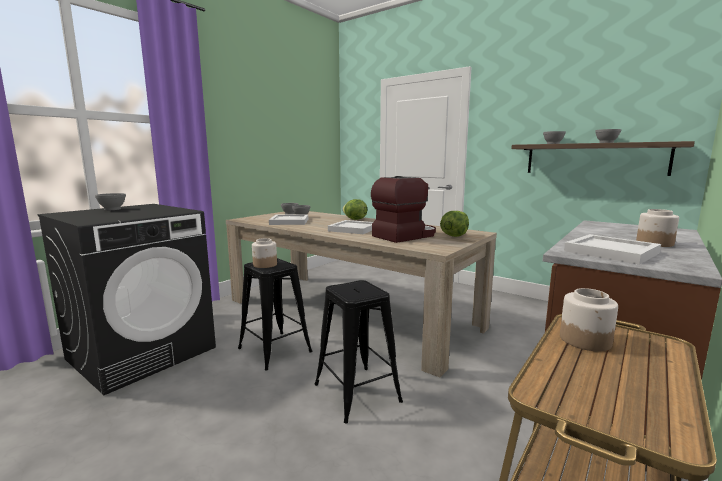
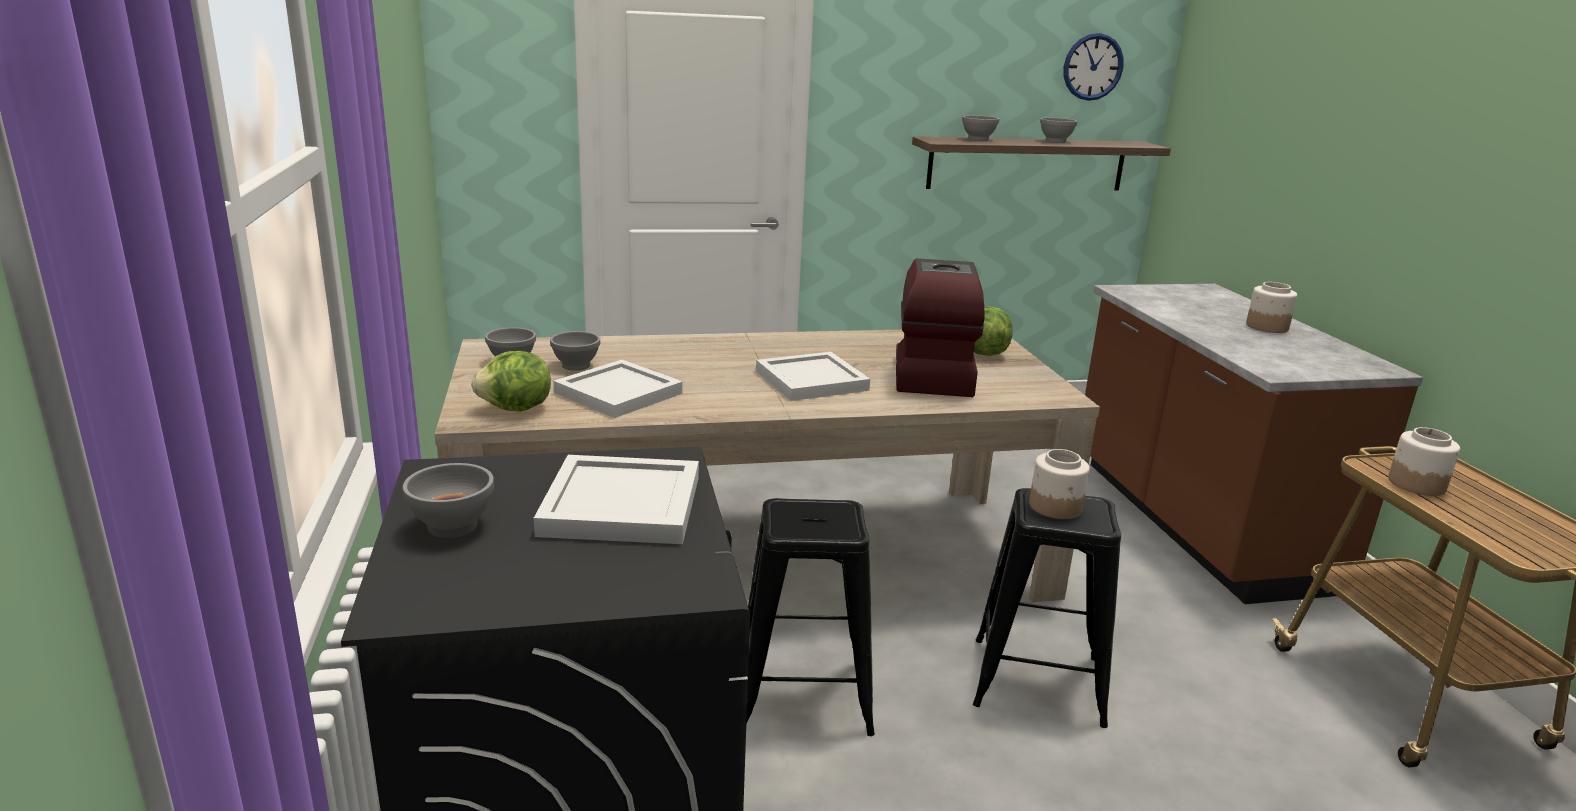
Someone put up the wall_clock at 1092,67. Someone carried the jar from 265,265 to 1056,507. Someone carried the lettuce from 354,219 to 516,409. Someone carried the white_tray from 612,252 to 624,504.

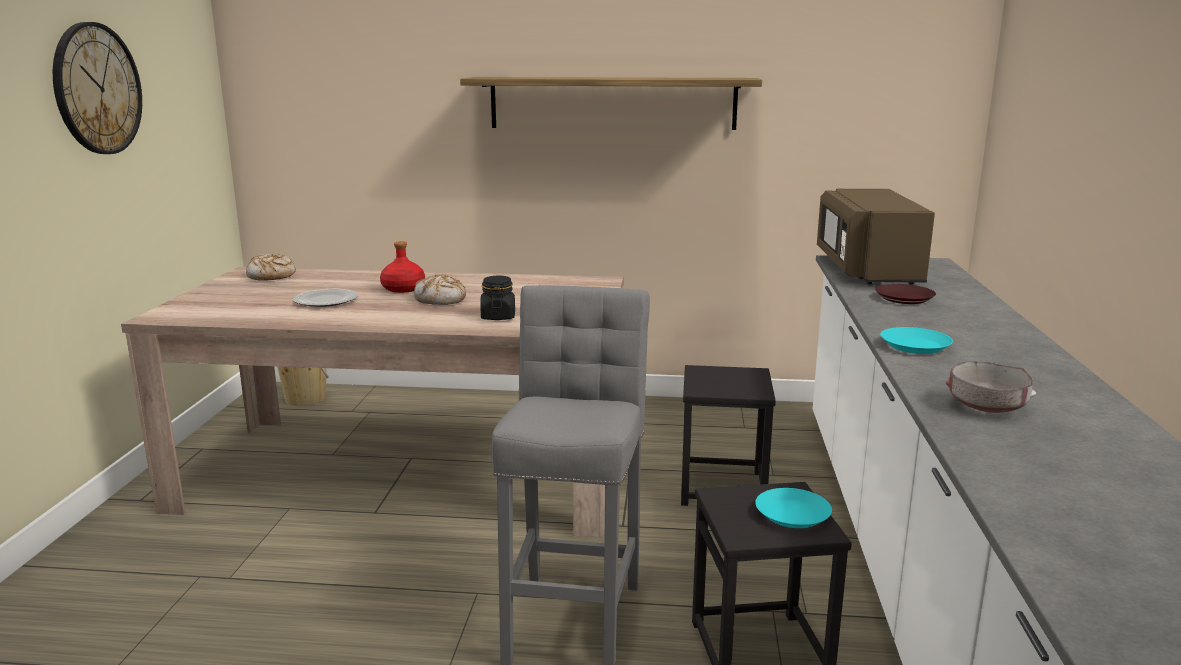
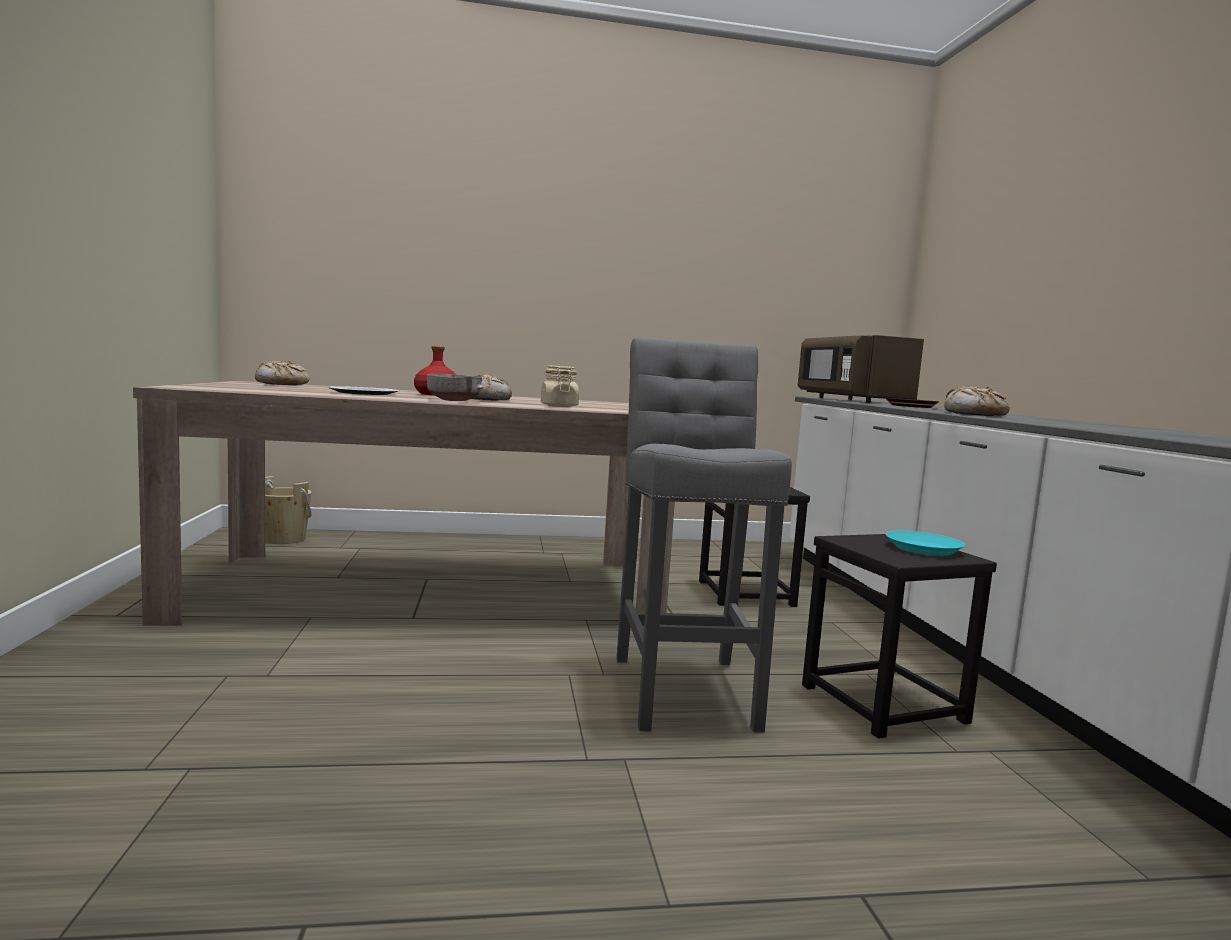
Someone took away the wall_clock at 97,89. Someone took away the shelf at 612,103. Someone carried the grey_bowl from 986,407 to 453,400. Someone swapped the turquoise_plate at 914,346 for the bread at 974,414. Someone repainted the black_jar at 498,317, which became the beige_jar at 559,406.

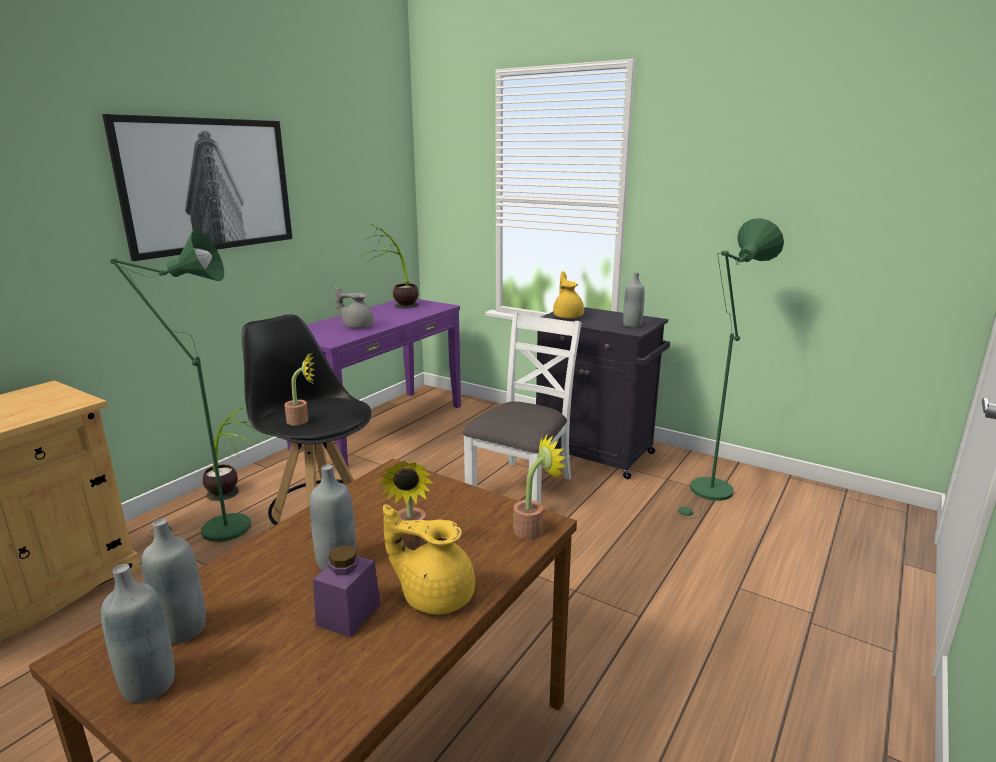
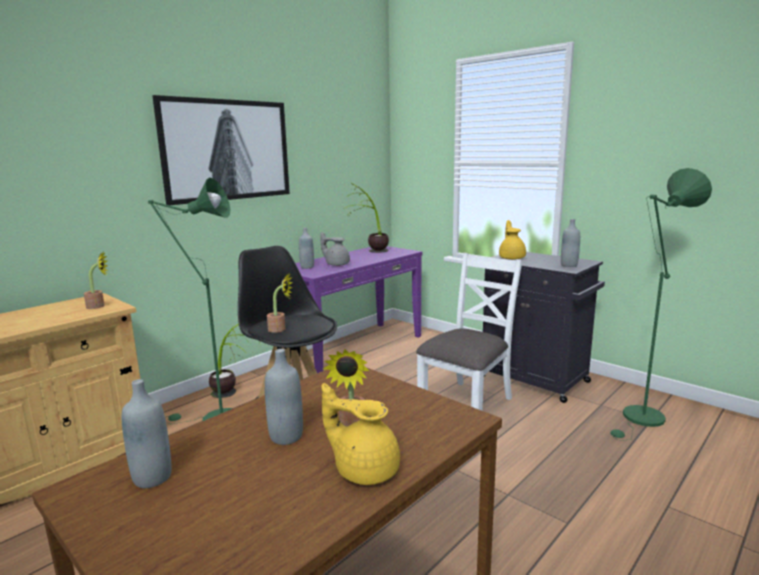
Someone took away the purple_jar at 348,614. Someone carried the grey_bottle from 149,685 to 307,267. Someone carried the potted_plant from 533,529 to 99,306.

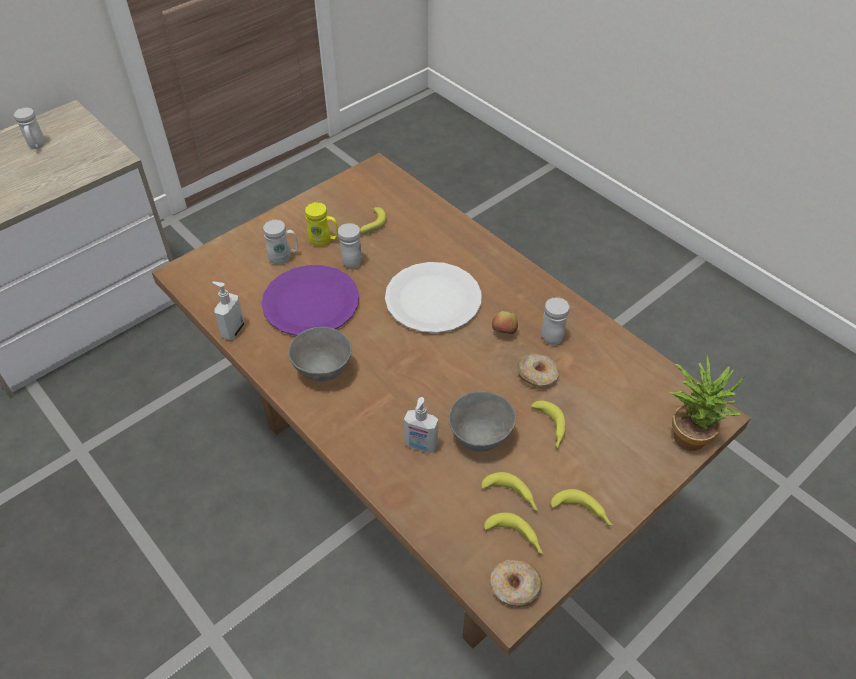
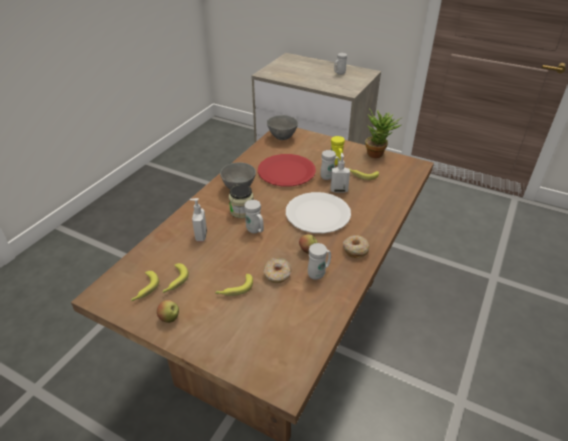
Someone put down the jar at 242,211. Someone carried the soap_dispenser from 232,330 to 339,190. Someone carried the white_mug from 284,258 to 255,231. Someone carried the grey_bowl from 480,437 to 282,137. Someone carried the donut from 514,587 to 355,250. Someone carried the potted_plant from 689,432 to 378,154. Someone swapped the banana at 582,513 for the apple at 170,318. Someone repainted the purple_plate at 311,302, which became the red_plate at 286,172.

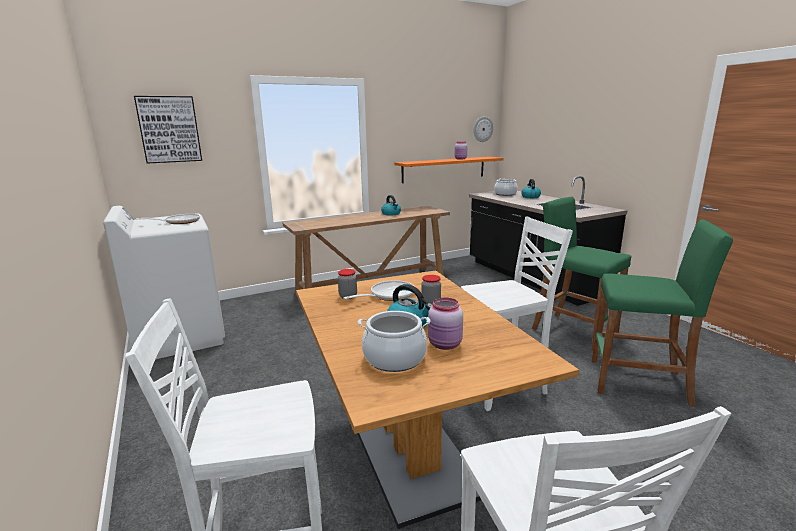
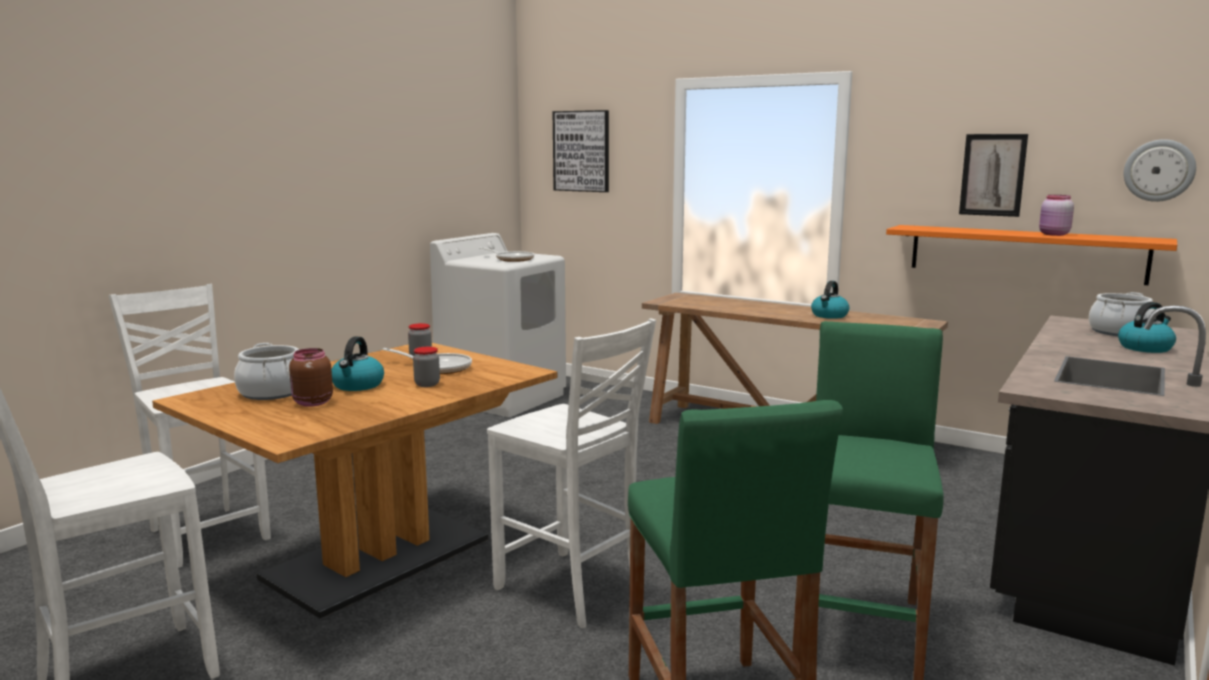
Someone put up the picture at 992,175. Someone repainted the pink_jar at 445,345, which became the brown_jar at 311,403.

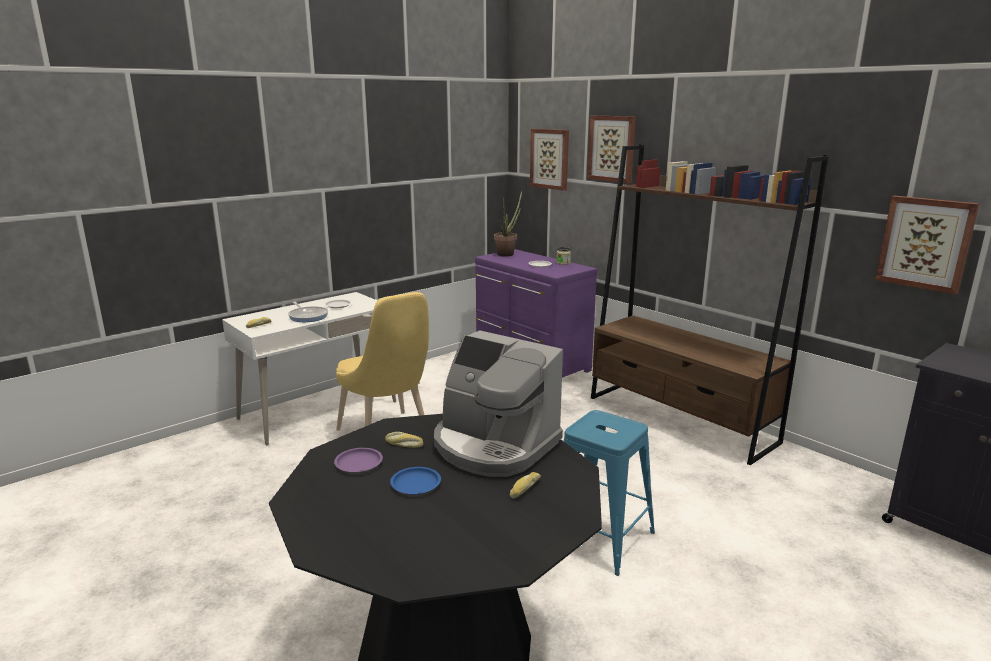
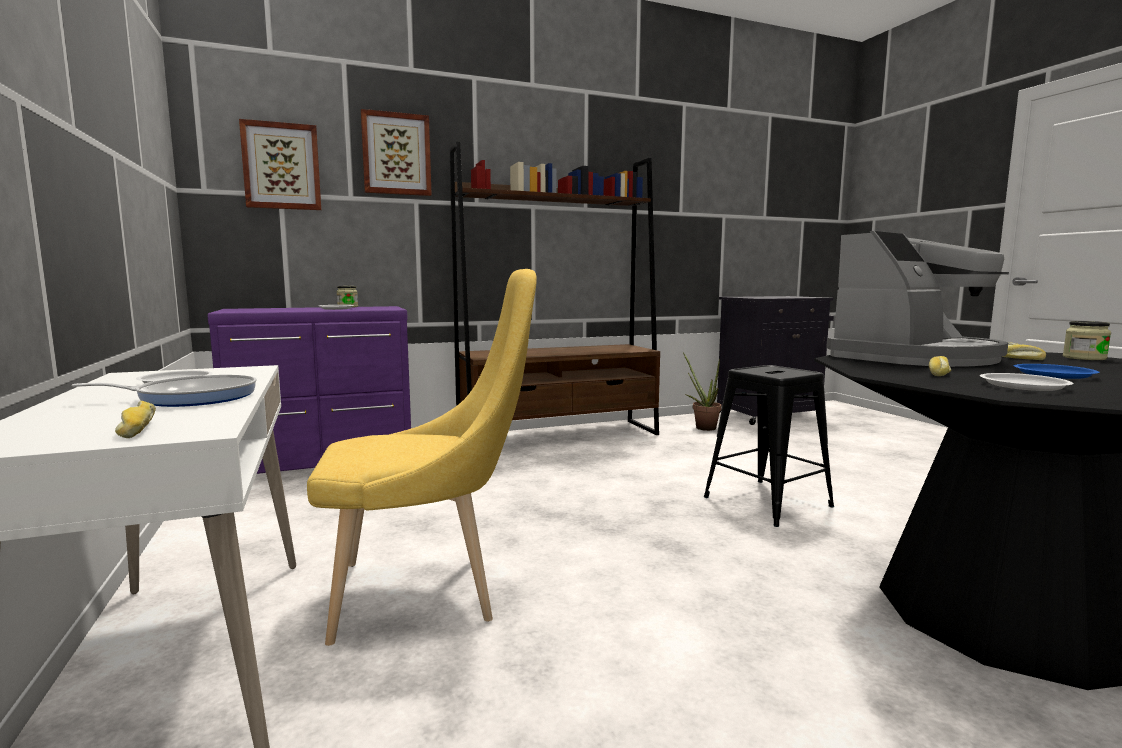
Someone took away the picture at 925,243. Someone put down the jar at 1084,358. Someone carried the potted_plant from 507,254 to 702,427. Someone repainted the purple_plate at 358,463, which became the white_plate at 1024,386. Someone repainted the blue_stool at 599,537, which became the black_stool at 767,502.

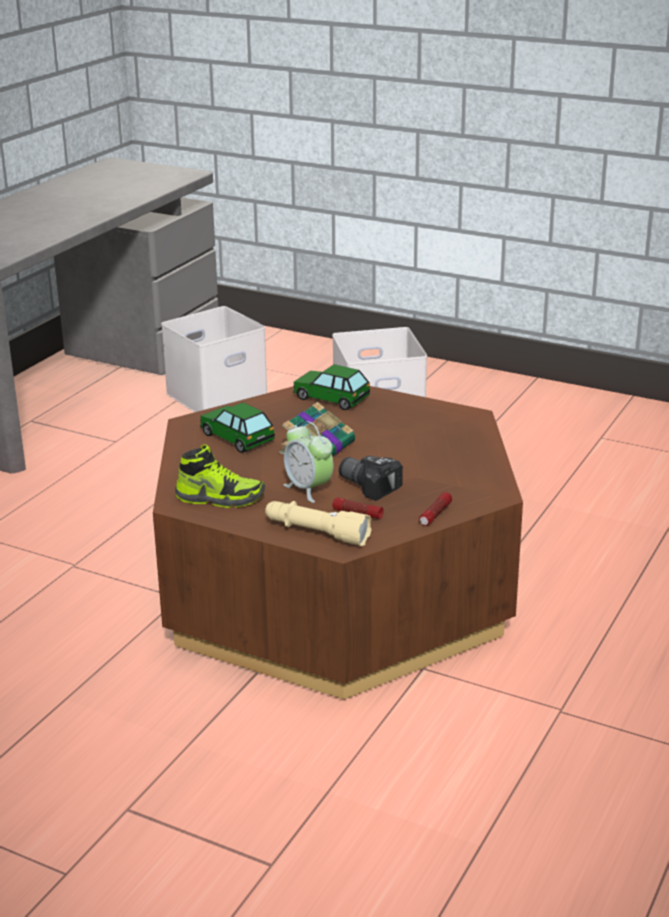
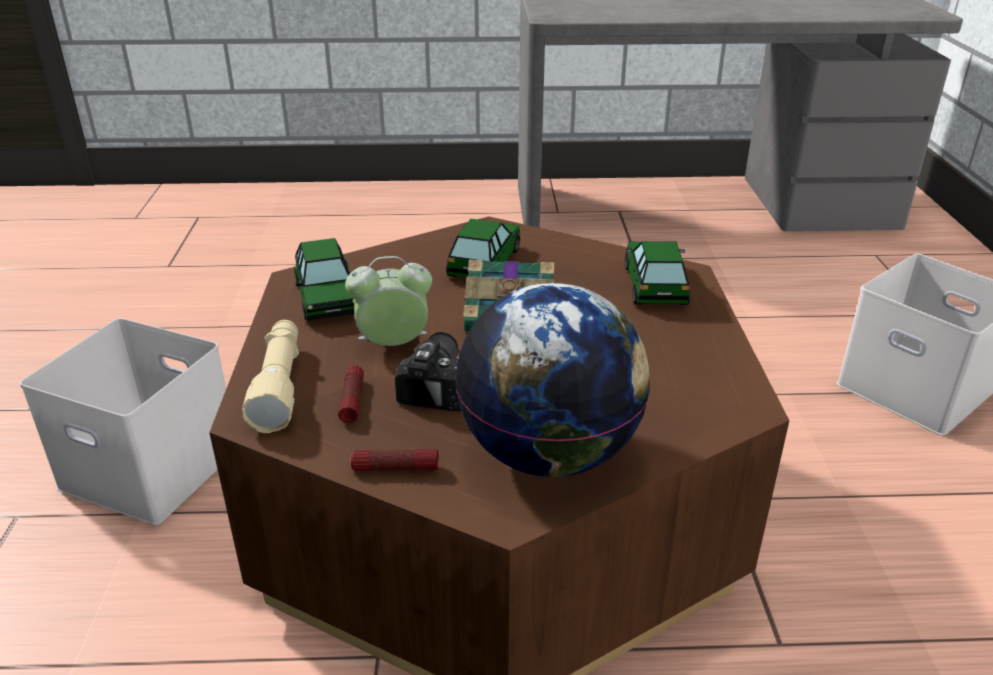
Someone put down the globe at 550,454. Someone carried the white_storage_box from 217,394 to 155,466. Someone swapped the shoe at 220,498 for the toy_car at 327,298. Someone rotated the alarm_clock at 308,489 by 60 degrees clockwise.

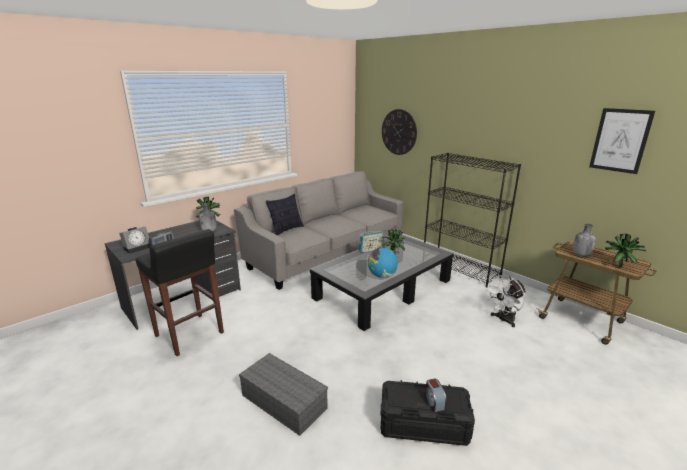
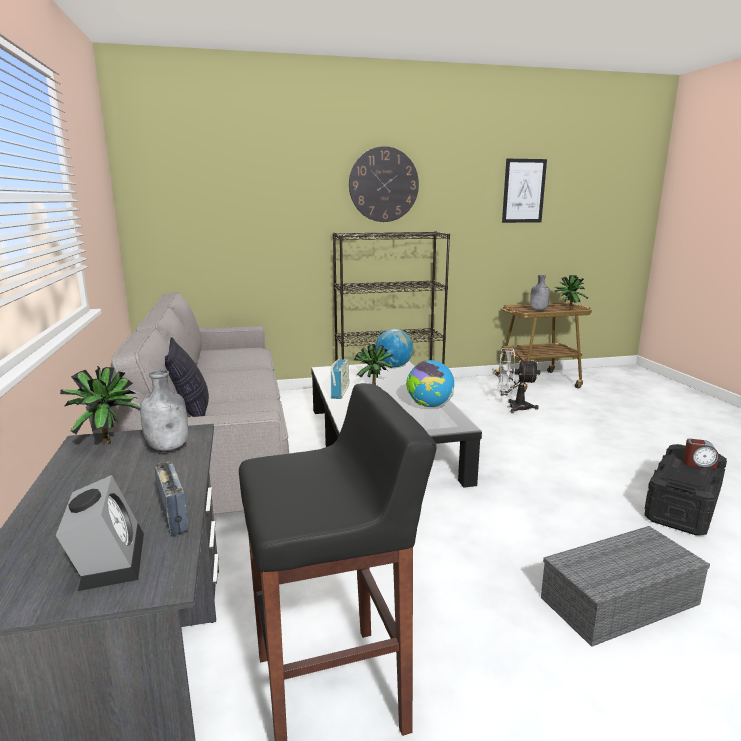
Someone put down the globe at 393,366. Someone carried the wall_clock from 399,132 to 383,185. Someone rotated the white_fan at 503,320 by 105 degrees clockwise.

